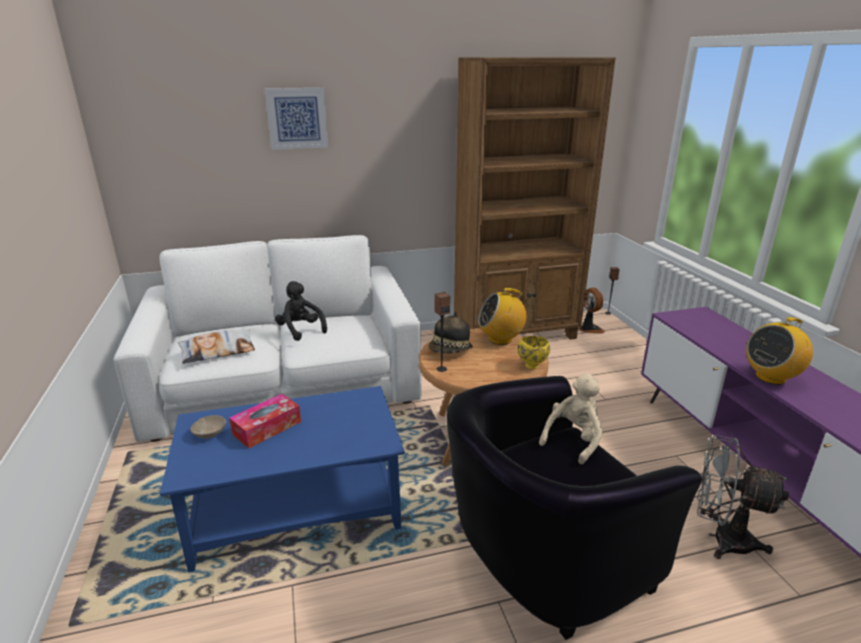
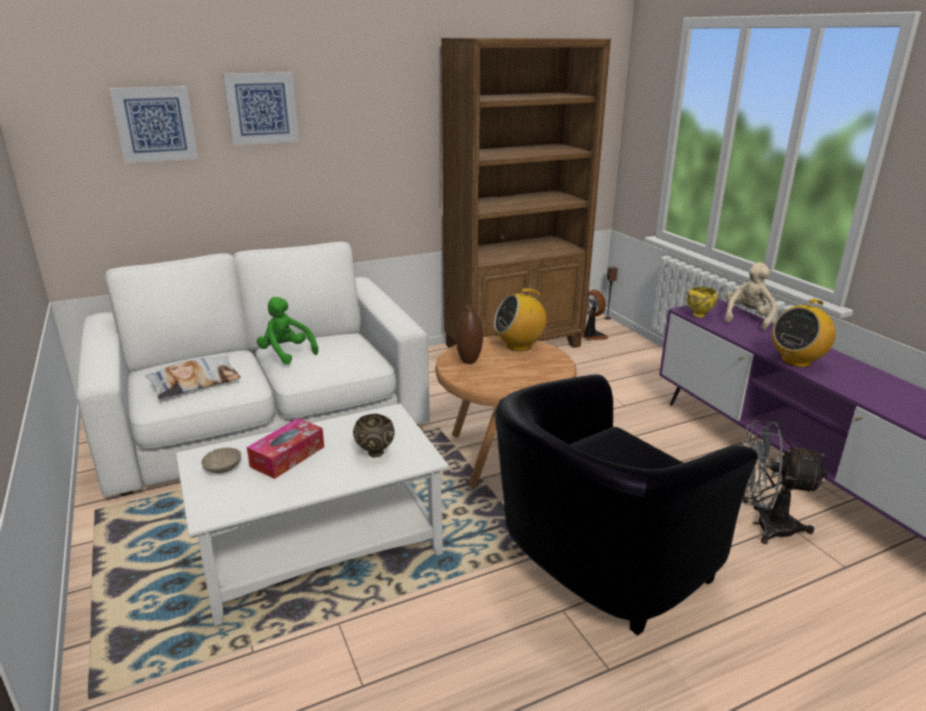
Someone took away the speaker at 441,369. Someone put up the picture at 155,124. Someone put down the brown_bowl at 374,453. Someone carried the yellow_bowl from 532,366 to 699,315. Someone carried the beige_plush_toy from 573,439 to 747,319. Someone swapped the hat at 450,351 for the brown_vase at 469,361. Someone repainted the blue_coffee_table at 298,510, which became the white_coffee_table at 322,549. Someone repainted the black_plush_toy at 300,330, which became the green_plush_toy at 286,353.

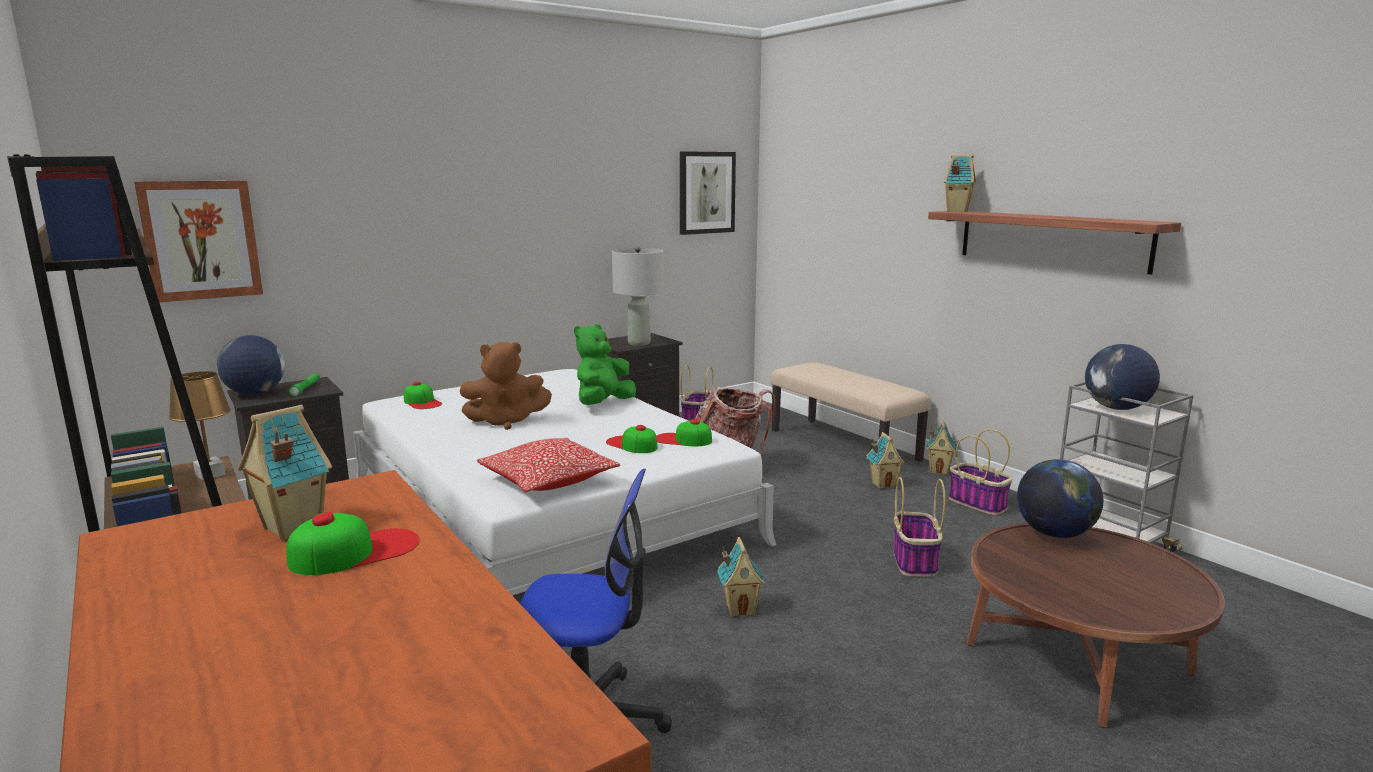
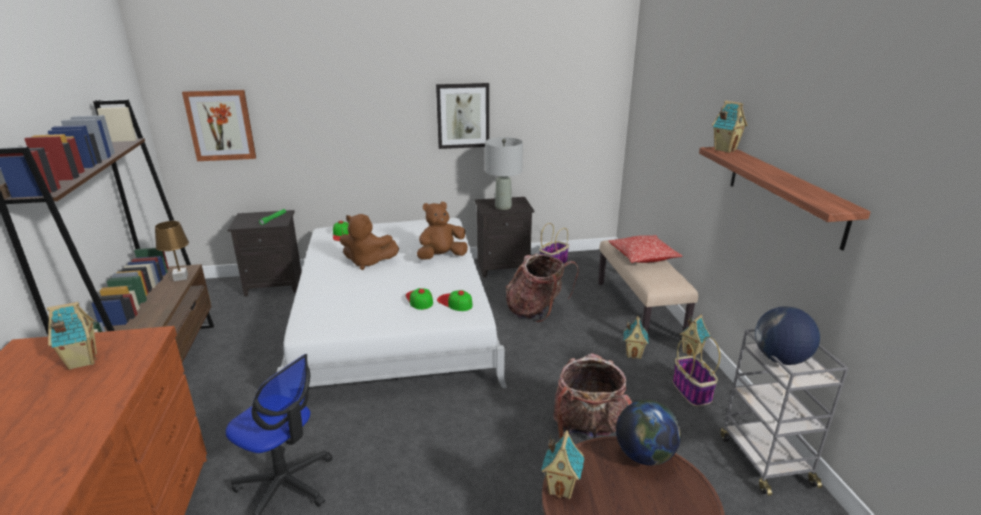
Someone took away the globe at 255,394. Someone took away the cap at 355,551. Someone carried the pillow from 548,480 to 643,257. Someone carried the picture from 706,192 to 463,116. Someone carried the toy_house from 740,609 to 561,488. Someone swapped the basket at 915,561 for the backpack at 588,430. Someone repainted the green_plush_toy at 603,404, which became the brown_plush_toy at 441,257.

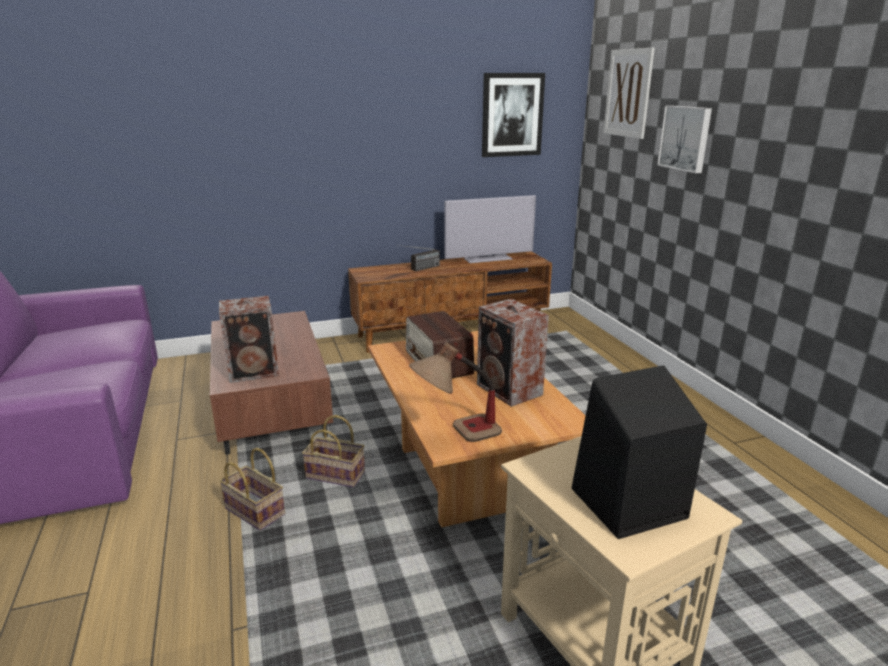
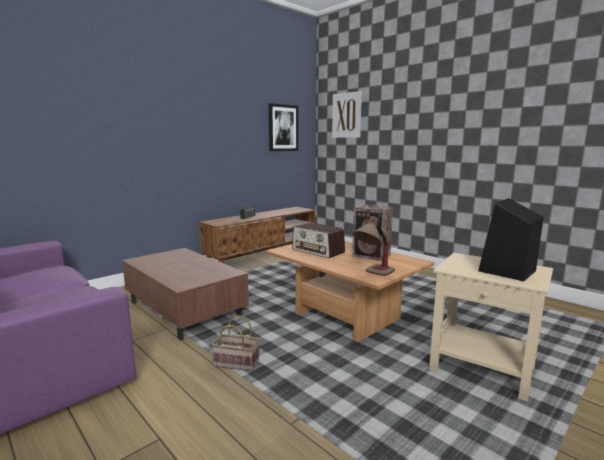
Someone took away the speaker at 255,372. Someone took away the basket at 337,475. Someone took away the television at 488,259. Someone took away the picture at 686,138.

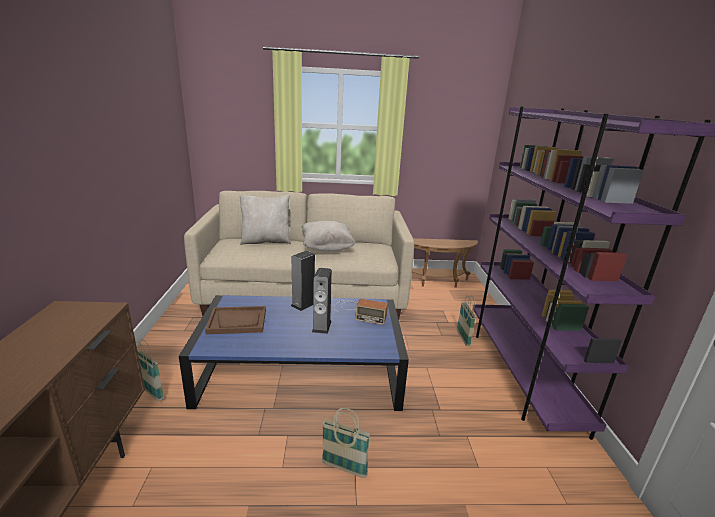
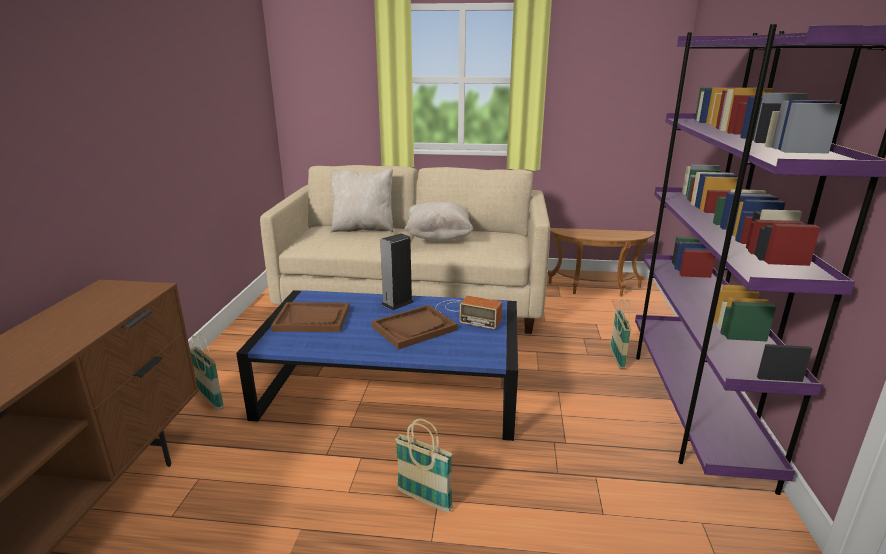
Someone swapped the speaker at 321,326 for the brown_tray at 414,328.

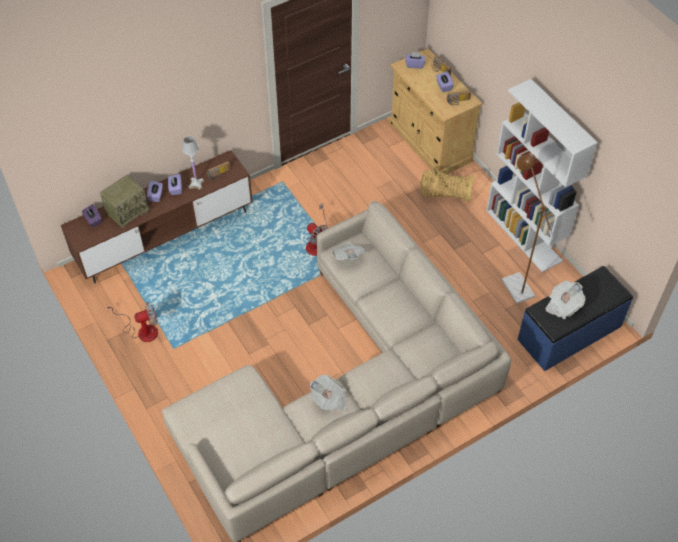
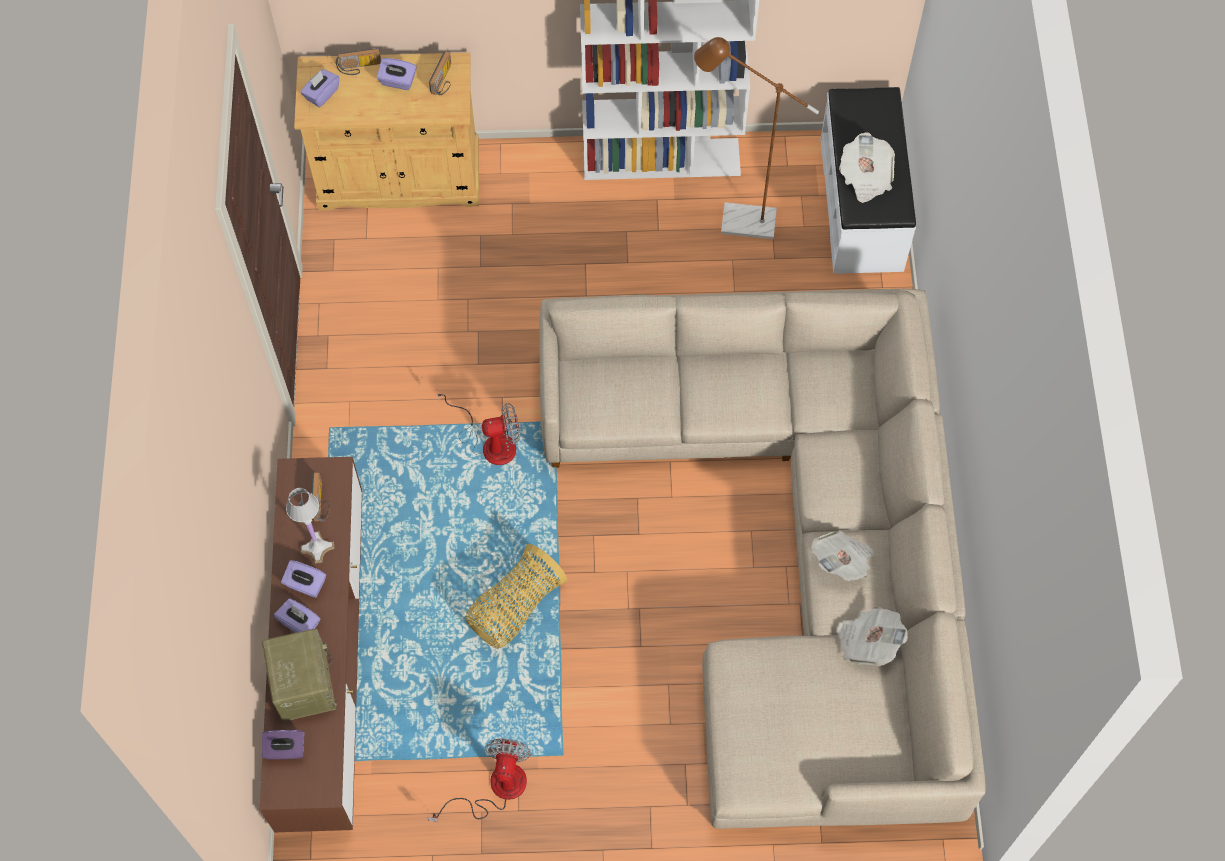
Someone carried the newspaper from 348,256 to 868,642. Someone carried the basket from 445,194 to 514,608. Someone repainted the blue_bench at 570,333, which became the white_bench at 862,204.

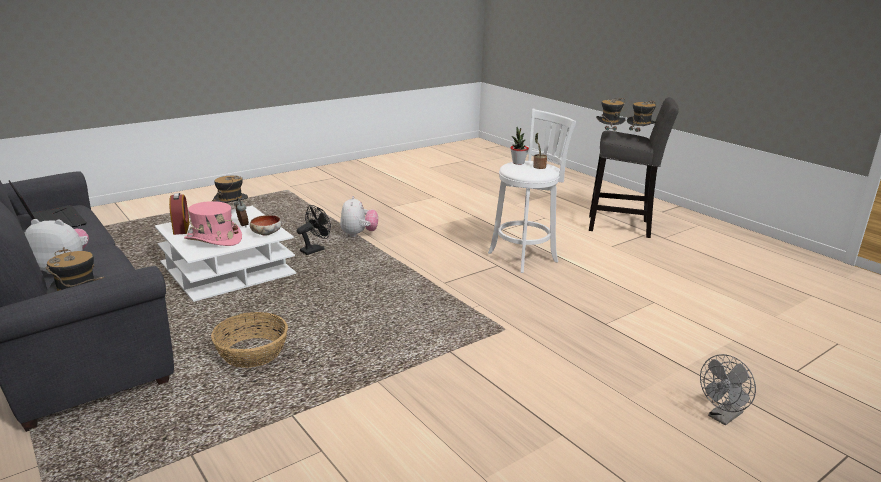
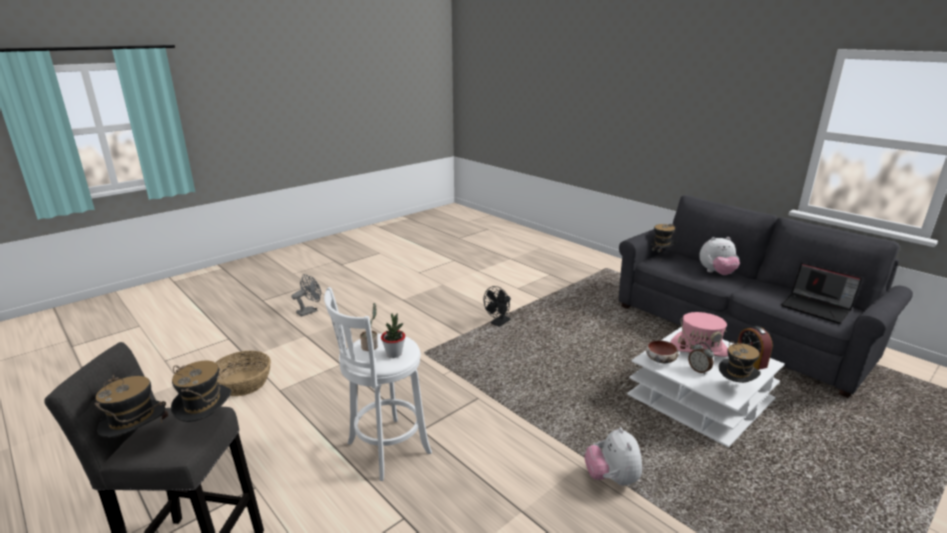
Someone carried the basket from 251,353 to 244,383. Someone carried the black_fan from 315,250 to 498,323.

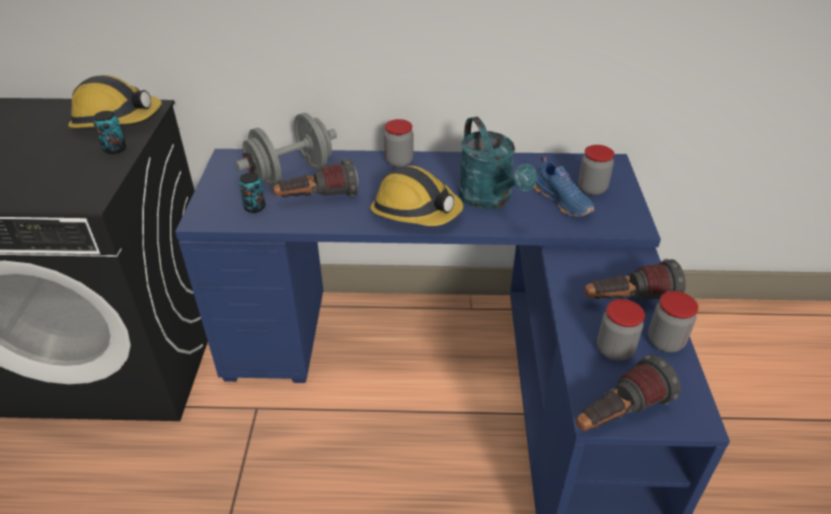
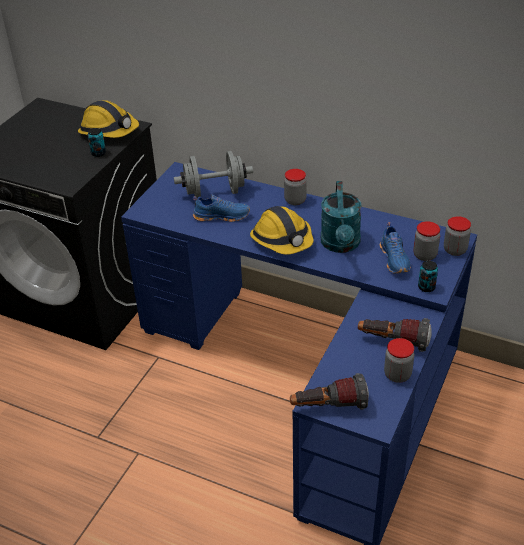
Someone carried the can from 255,207 to 426,287. Someone carried the jar from 614,350 to 455,250. Someone swapped the flashlight at 317,199 for the blue_shoe at 221,216.

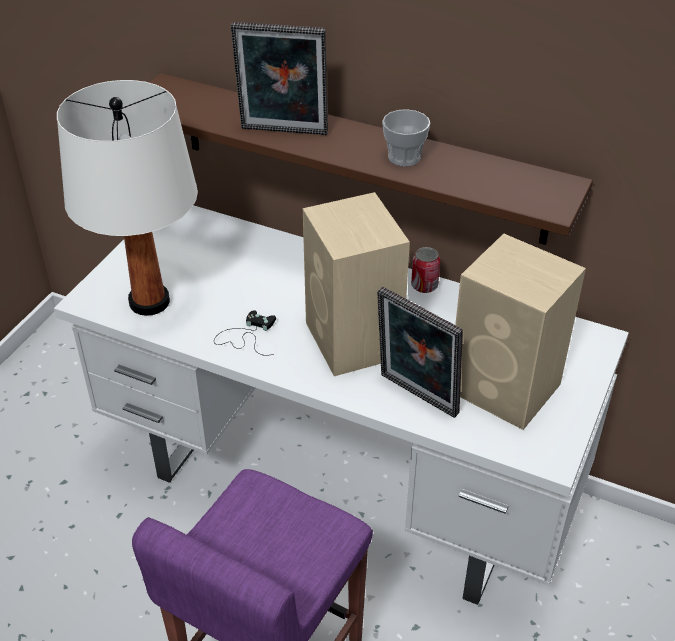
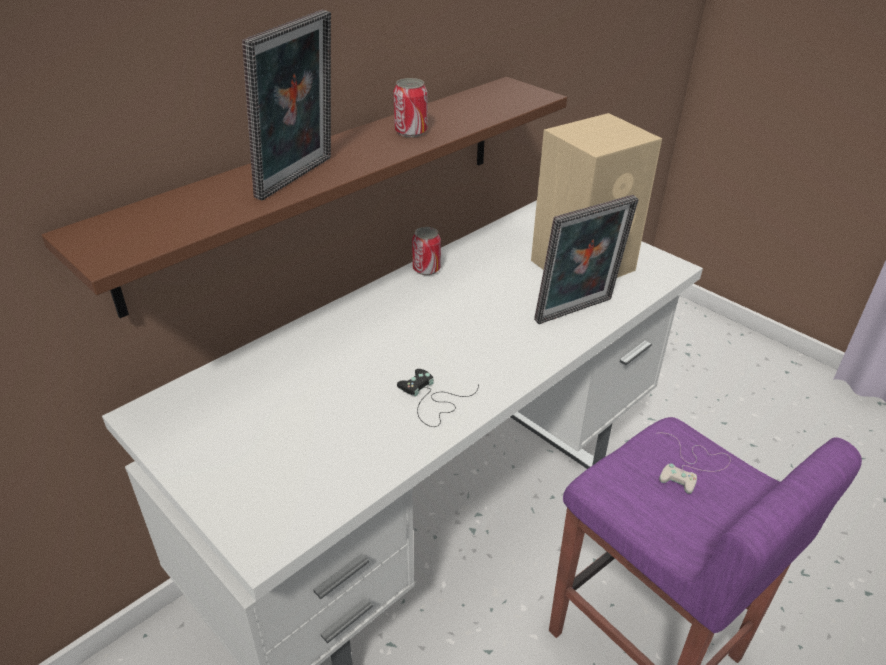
Someone took away the white_table_lamp at 150,302. Someone took away the beige_speaker at 354,341. Someone put down the white_game_controller at 691,465. Someone swapped the cup at 404,157 for the can at 411,131.

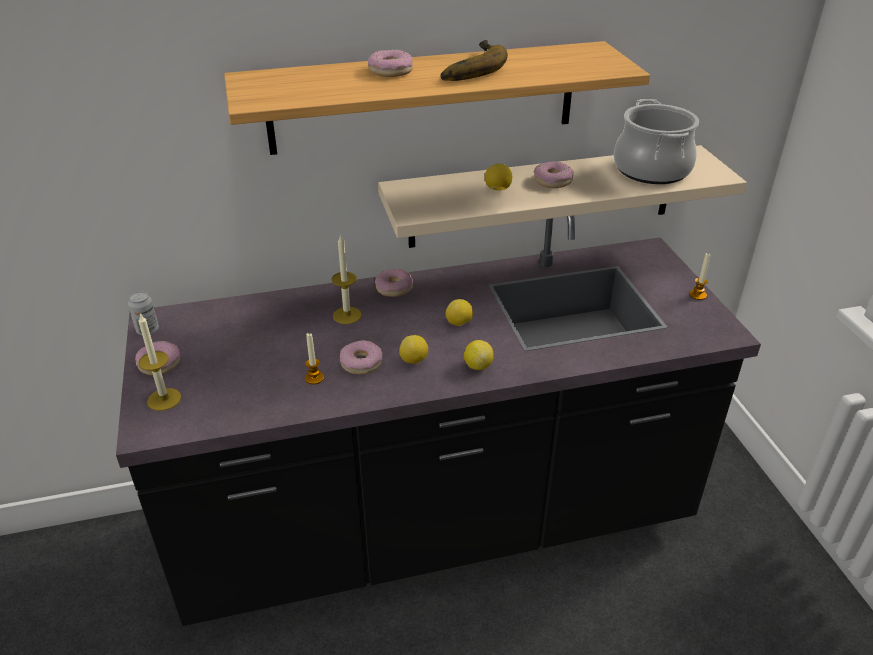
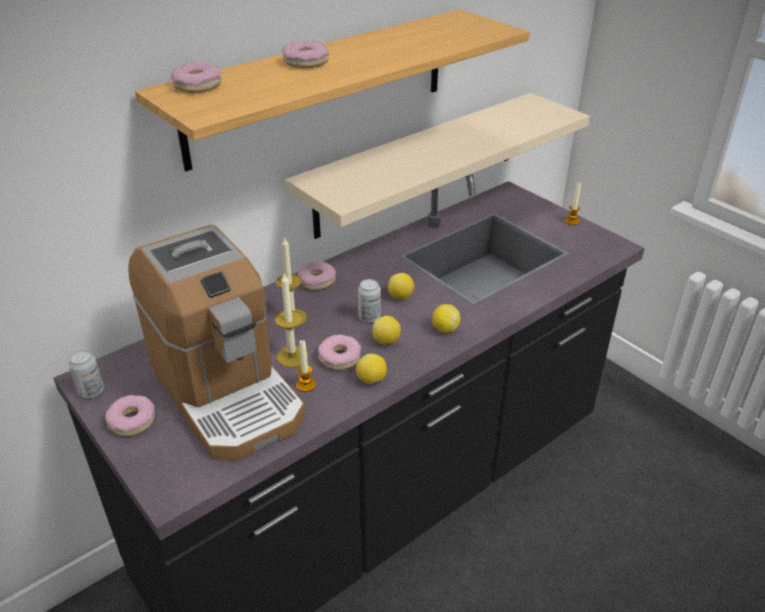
Someone took away the banana at 468,67. Someone took away the cooking_pot at 652,170. Someone put down the coffee_machine at 226,391. Someone put down the can at 369,317. Someone carried the candle from 164,399 to 292,356. Someone carried the lemon from 497,189 to 371,380. Someone carried the donut from 553,181 to 197,85.

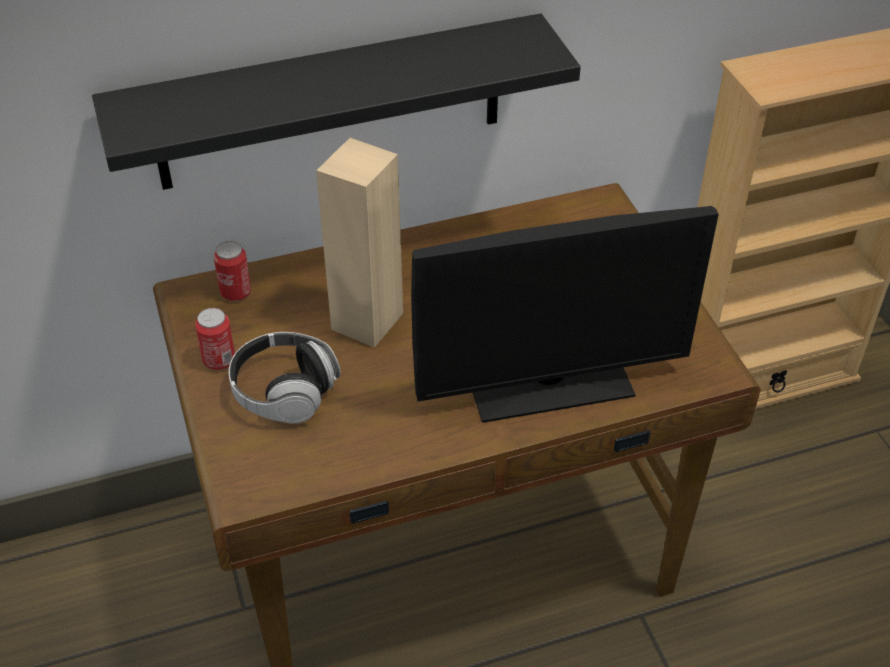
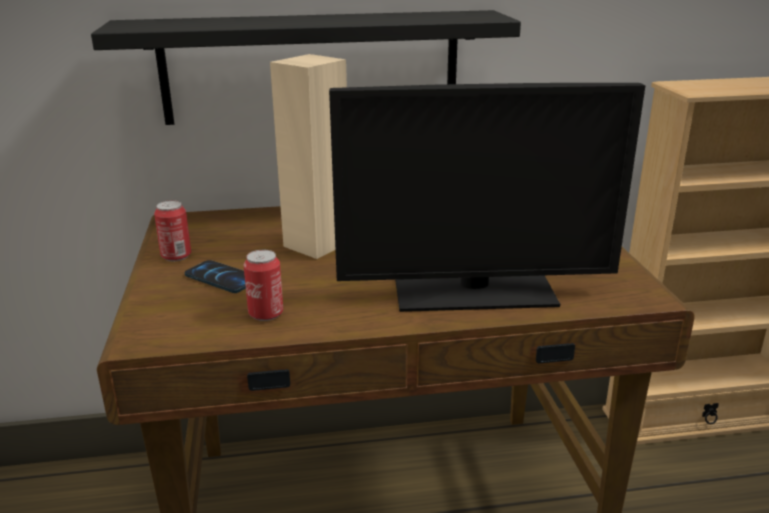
Someone carried the can from 235,292 to 266,314. Someone swapped the headphones at 285,392 for the phone at 222,278.

